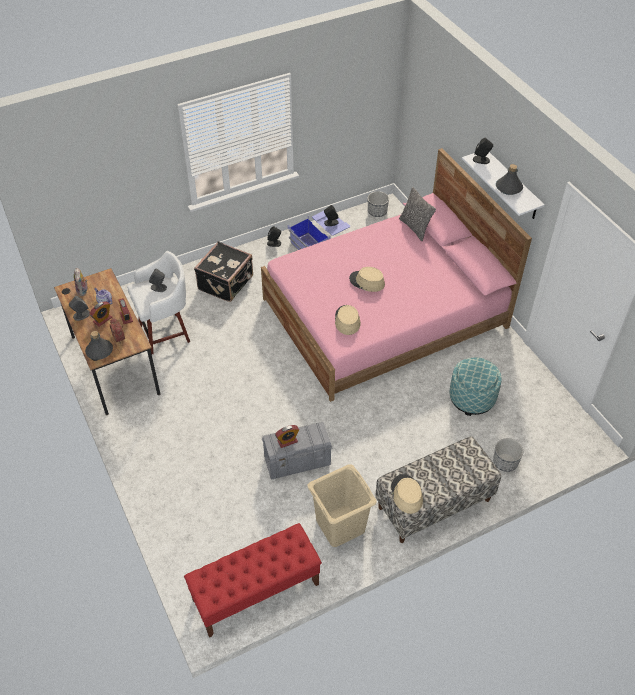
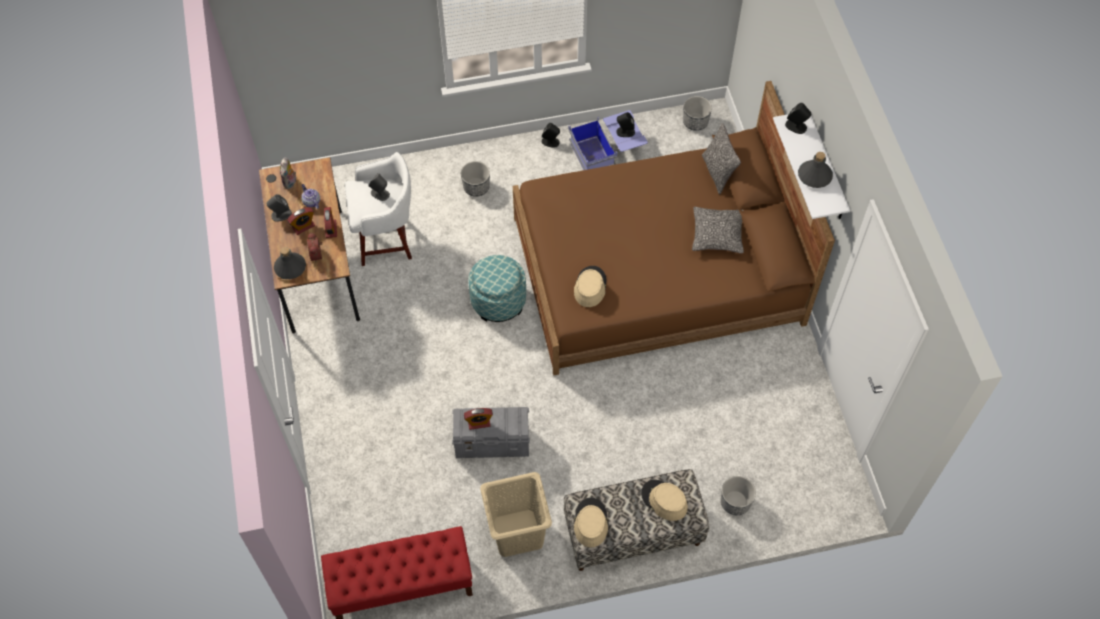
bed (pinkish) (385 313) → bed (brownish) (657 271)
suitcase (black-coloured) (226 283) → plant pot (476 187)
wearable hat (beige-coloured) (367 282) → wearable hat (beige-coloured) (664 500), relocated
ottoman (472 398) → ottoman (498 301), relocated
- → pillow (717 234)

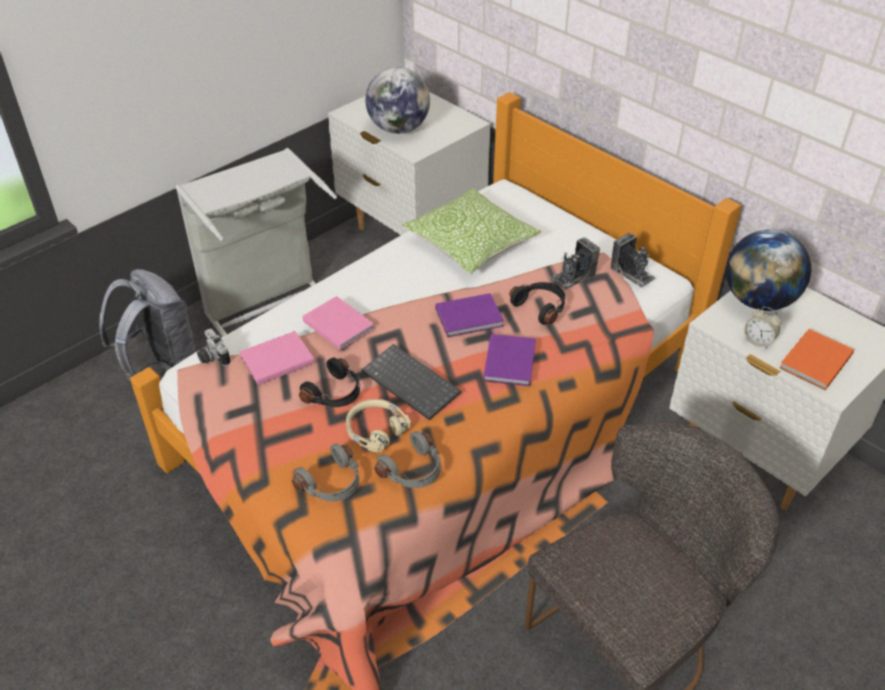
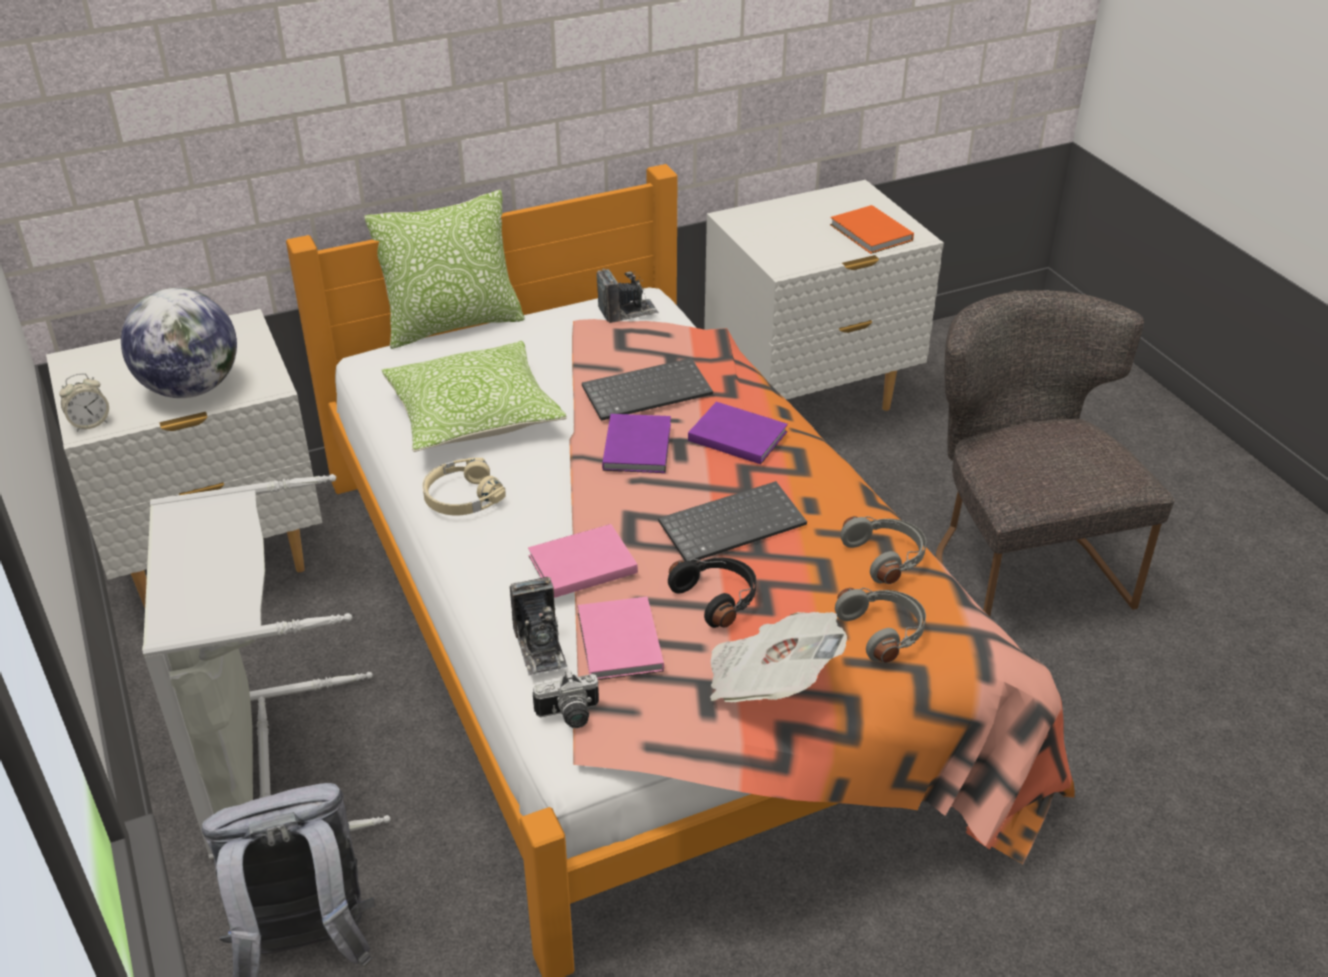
desk globe (759 301) → -
still camera (573 276) → still camera (540 646), relocated
headset (black-coloured) (541 307) → PC keyboard (648 390)
alarm clock (758 341) → alarm clock (90 423), relocated
headset (beige-coloured) (375 429) → headset (beige-coloured) (461 497), relocated
- → pillow (453 324)
- → printed paper (770 682)

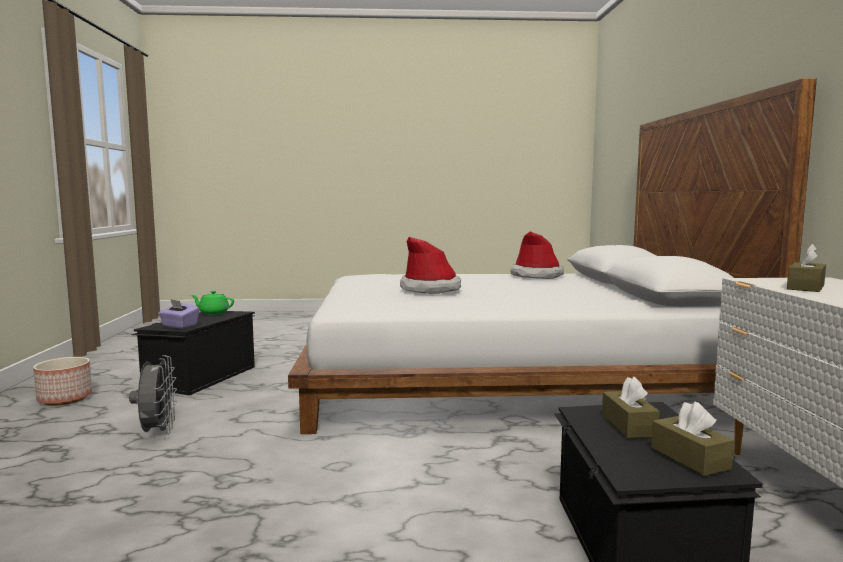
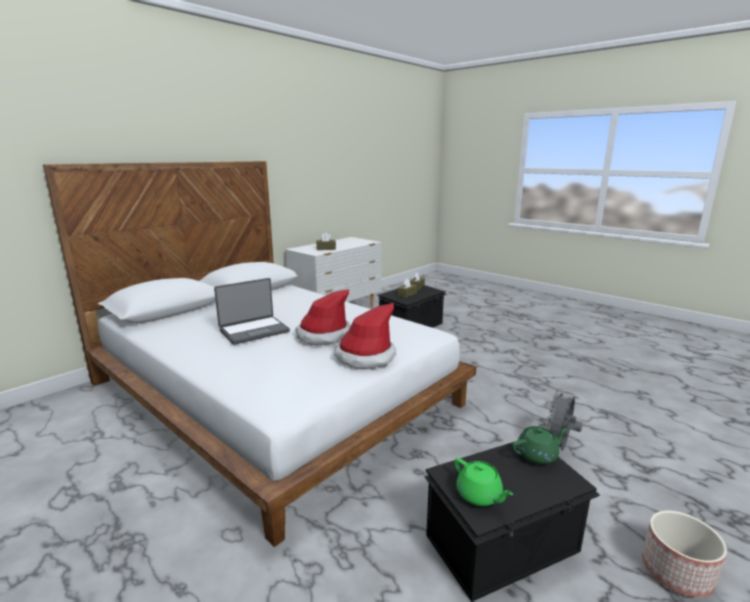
wearable hat (536 276) → wearable hat (365 356), relocated
box of tissues (purple-coloured) (179 326) → teapot (greenish) (537 455)
- → laptop (254 330)

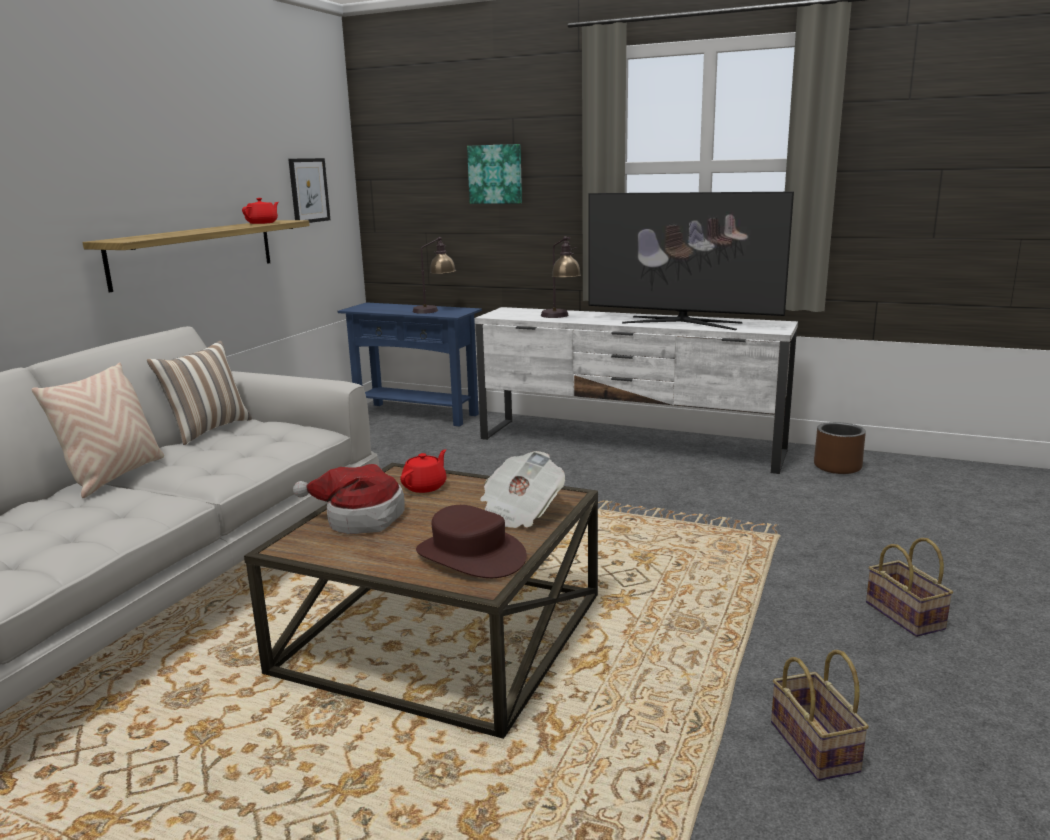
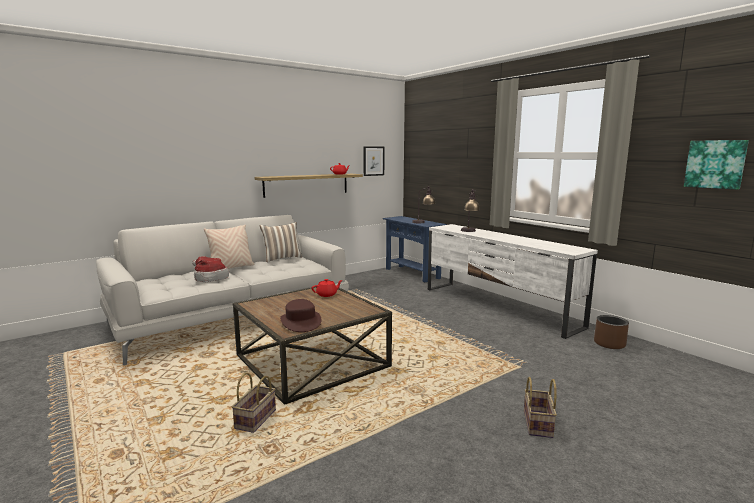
wall art (495 174) → wall art (715 164), relocated
television (681 323) → -
printed paper (518 513) → -
wearable hat (360 519) → wearable hat (209 278), relocated
storage basket (817 748) → storage basket (256 420), relocated

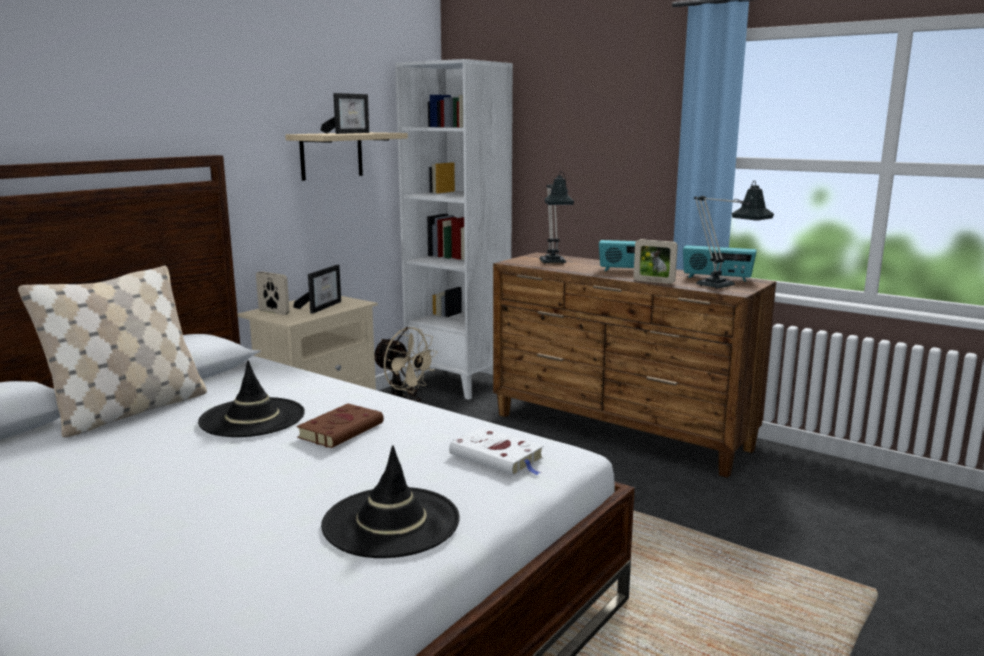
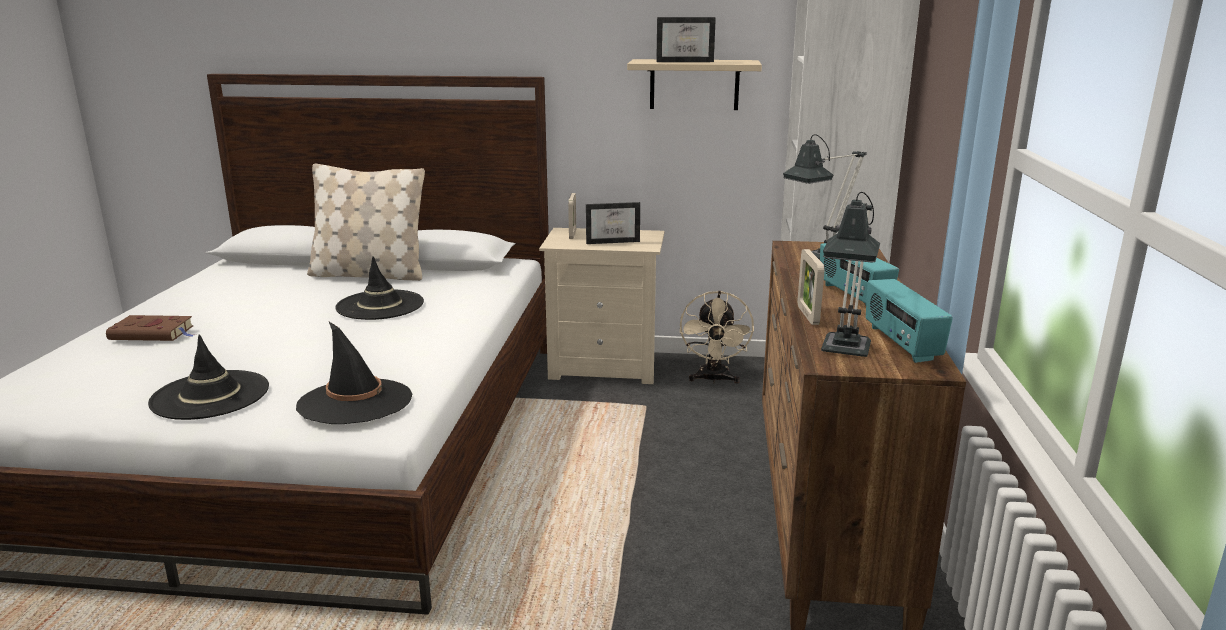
volume (brownish) (342 430) → volume (brownish) (154 333), relocated
volume (whitish) (499 457) → wearable hat (black-coloured) (355 402)

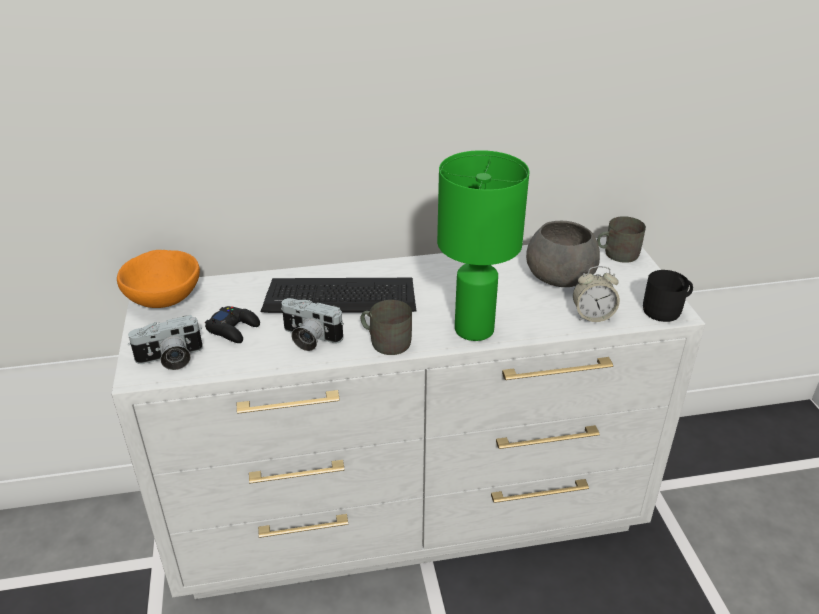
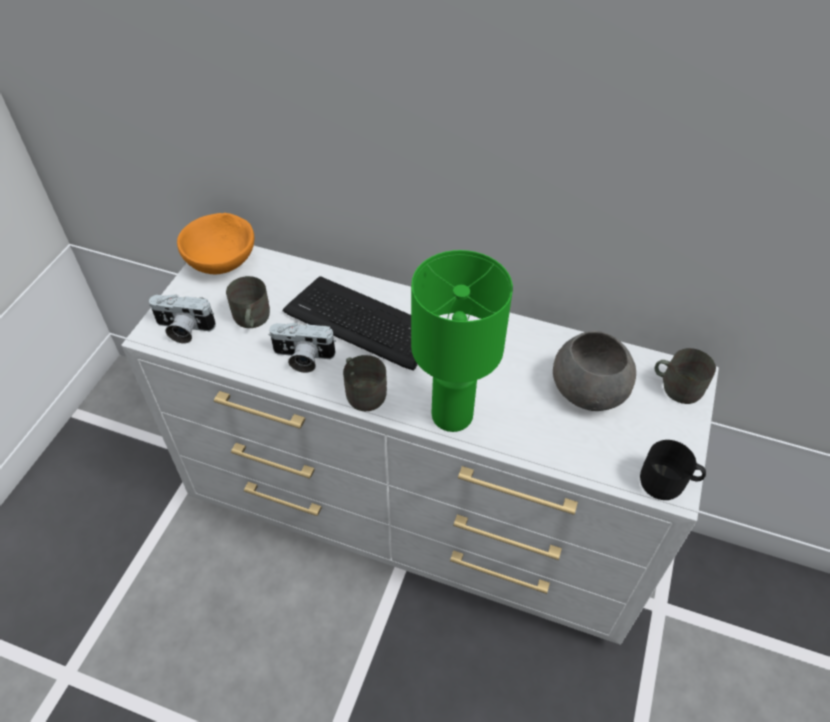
alarm clock (592 316) → -
still camera (309 338) → still camera (302 358), 45 degrees counterclockwise
game controller (black-coloured) (233 329) → mug (greyish) (251 319)

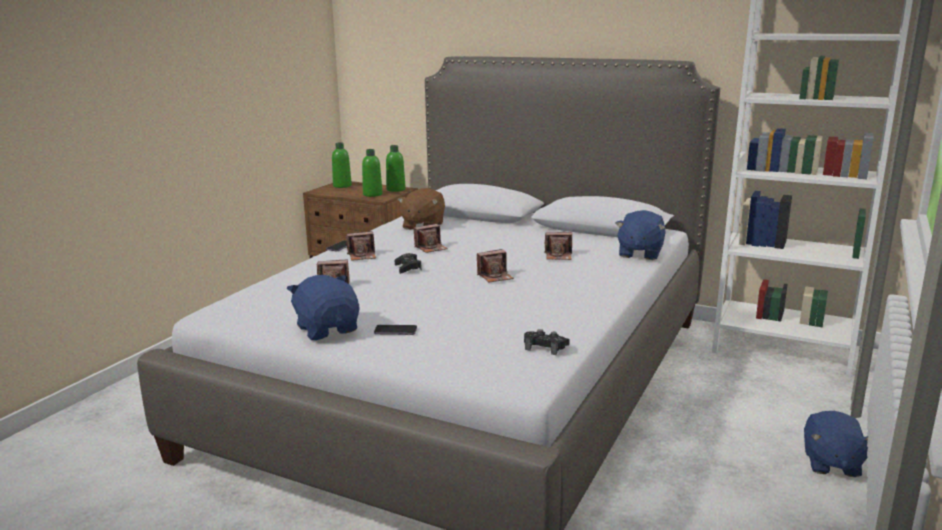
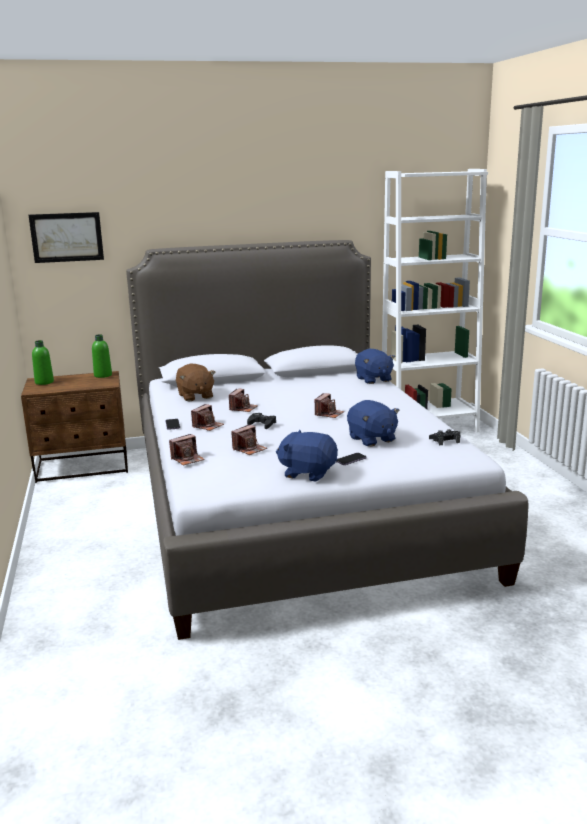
beverage bottle (greenish) (372 194) → -
still camera (558 256) → still camera (187 459), relocated
plush toy (blue) (831 463) → plush toy (blue) (371 439), relocated
- → wall art (67 237)

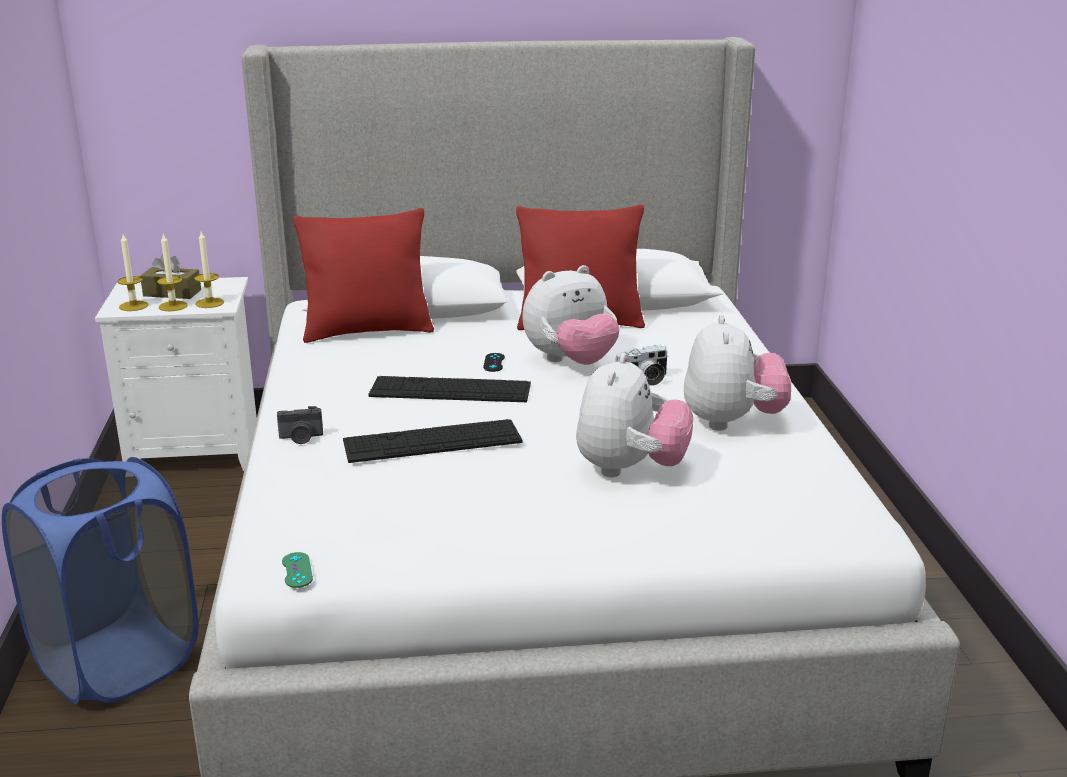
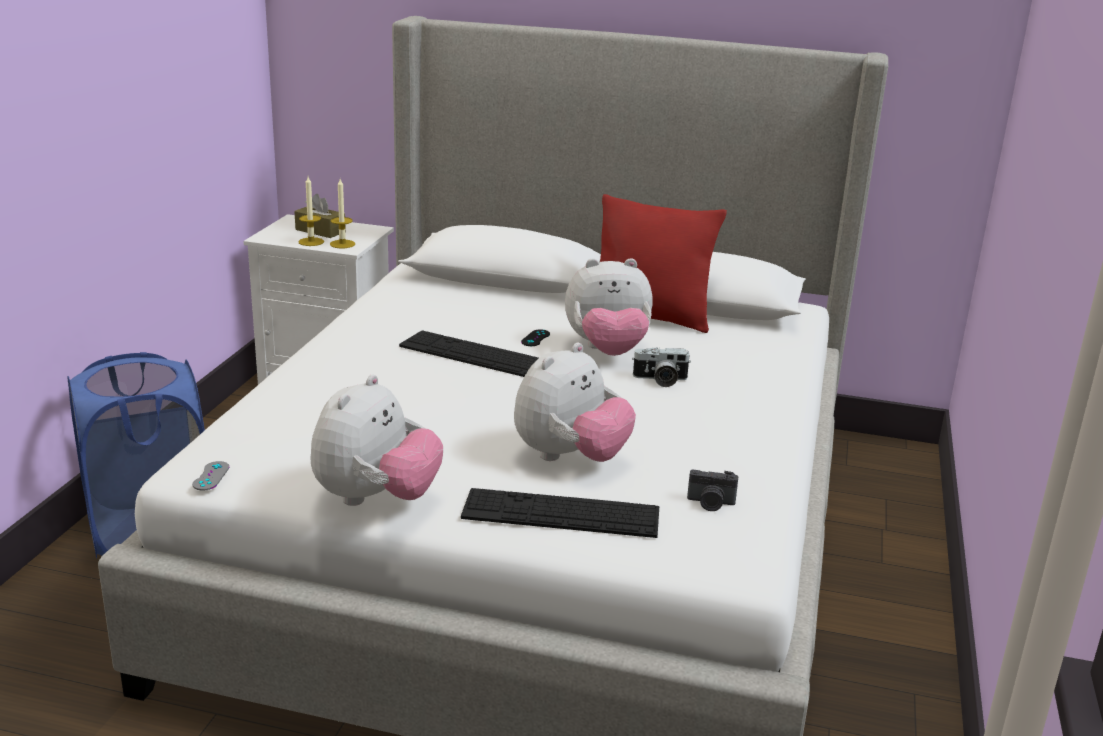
pillow (red-coloured) (368 331) → -
wax light (133 306) → -
plush toy (732 422) → plush toy (376 498), relocated
still camera (301 438) → still camera (710 503), relocated
PC keyboard (432 441) → PC keyboard (561 513), relocated
game controller (greenish) (297 570) → game controller (greyish) (211 476)

